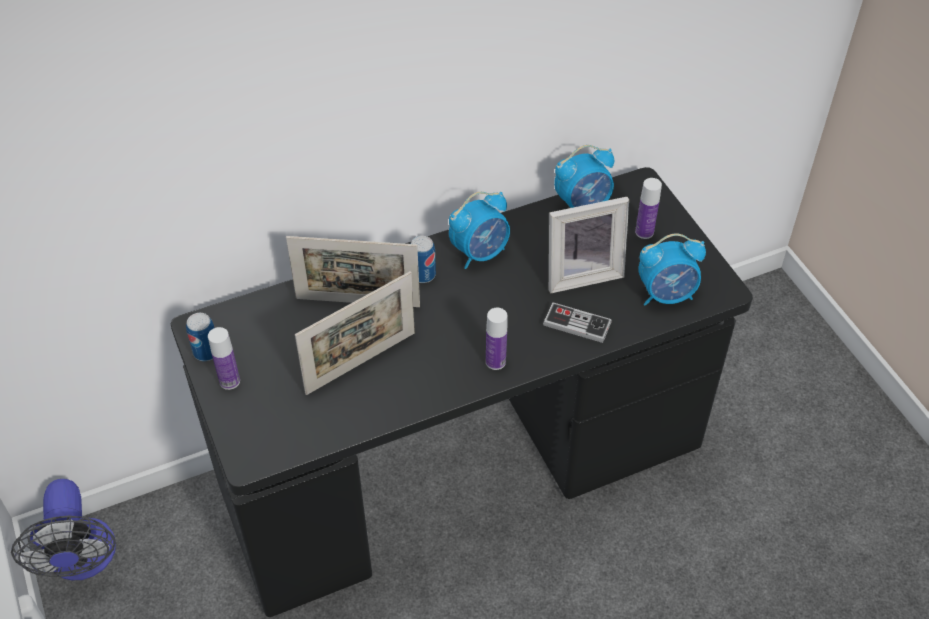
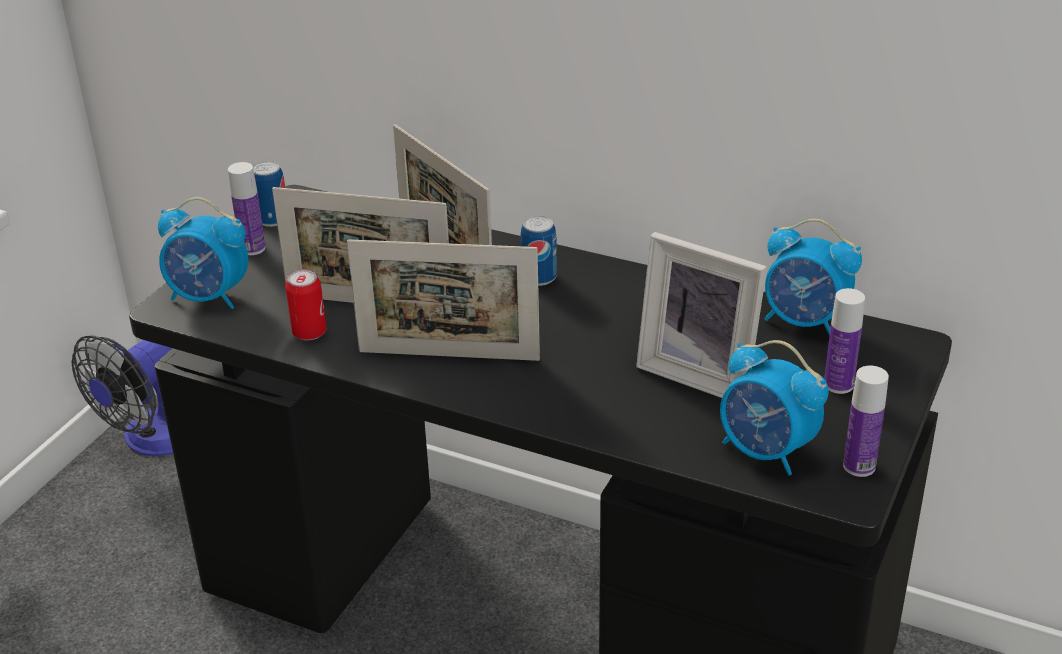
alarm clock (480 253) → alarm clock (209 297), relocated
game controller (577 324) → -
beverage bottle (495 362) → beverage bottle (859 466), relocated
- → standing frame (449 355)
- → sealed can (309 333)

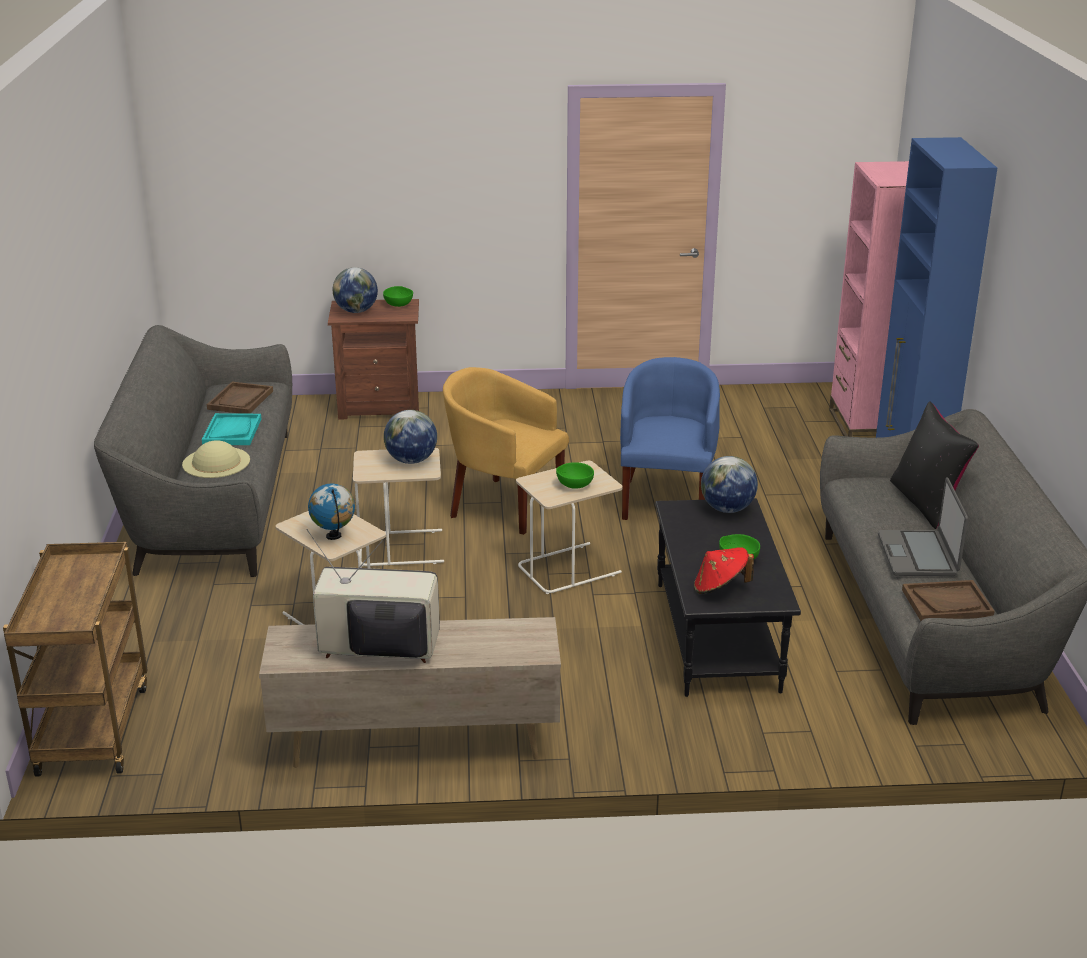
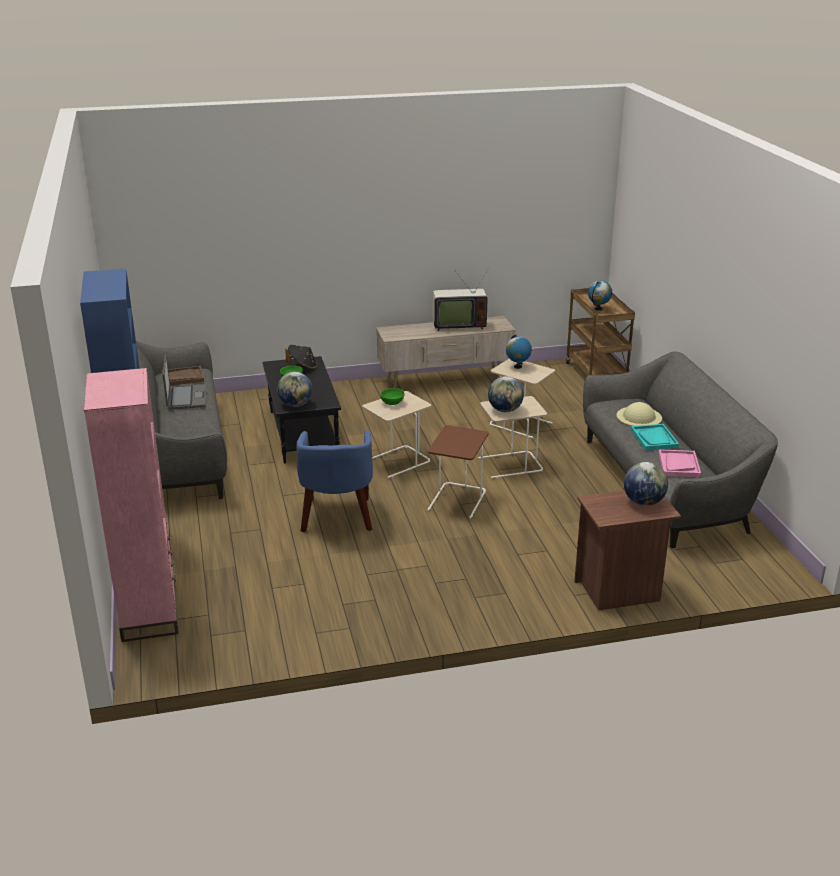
bowl (greenish) (399 305) → -
armchair (yellow-coloured) (503 506) → accent table (brownish) (457 501)
tray (brownish) (240 400) → tray (pinkish) (678 464)
pillow (black-coloured) (926 503) → -
wearable hat (red-coloured) (720 588) → wearable hat (black-coloured) (302 367)
- → desk globe (598 309)

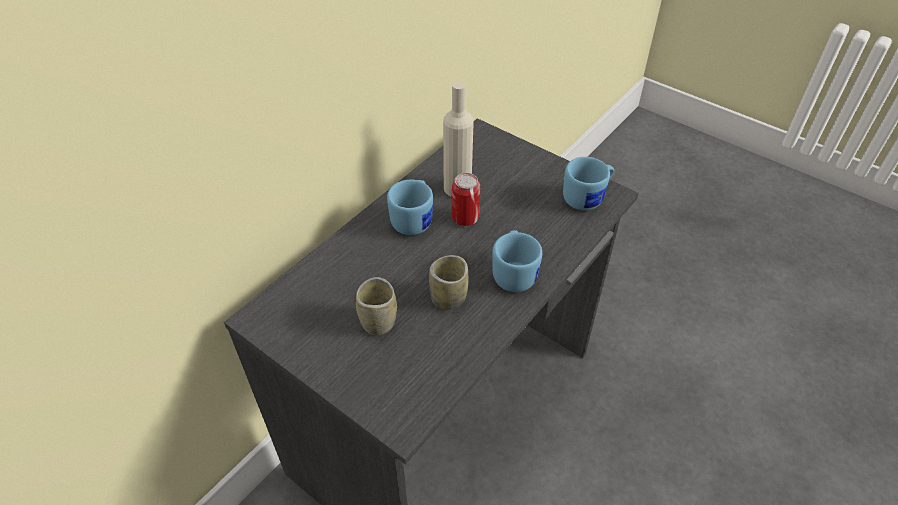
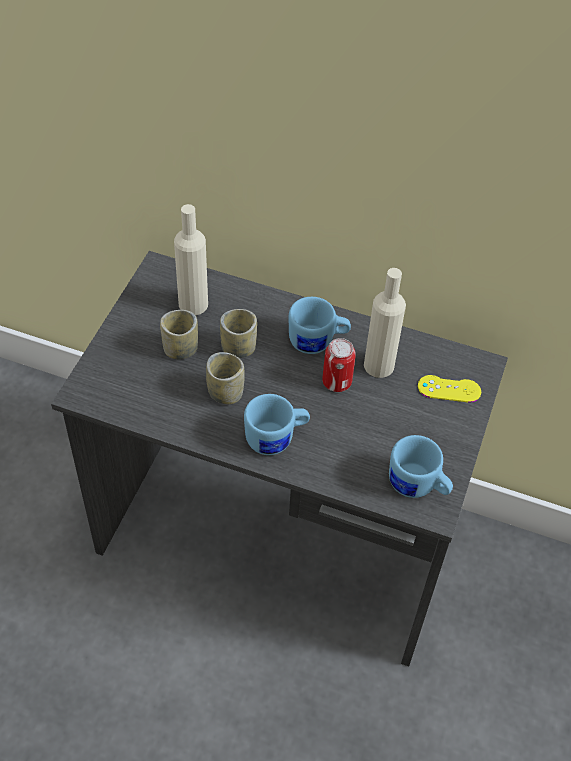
- → beverage bottle (beige-coloured) (193 304)
- → drinking cup (238 348)
- → game controller (yellow-coloured) (449 389)

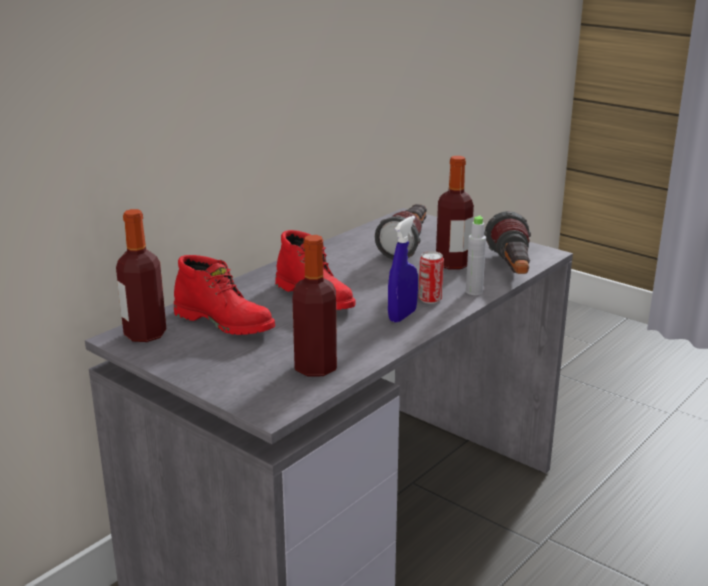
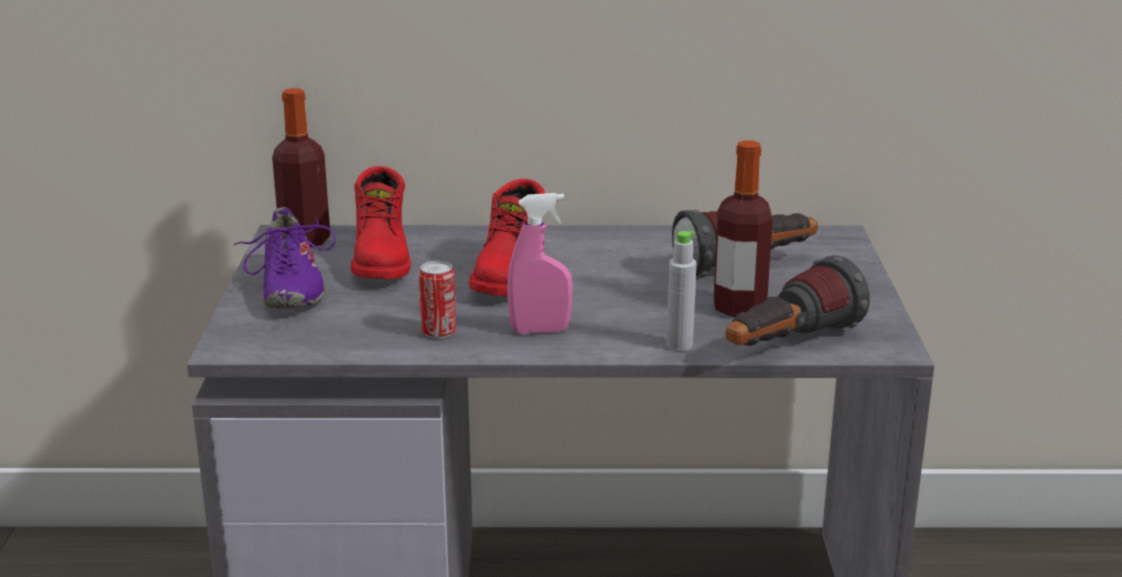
spray bottle (blue) (402 316) → spray bottle (pinkish) (540 331)
beverage bottle (315 368) → -
sealed can (430 299) → sealed can (438 332), relocated
- → item of footwear (purple-coloured) (289 288)

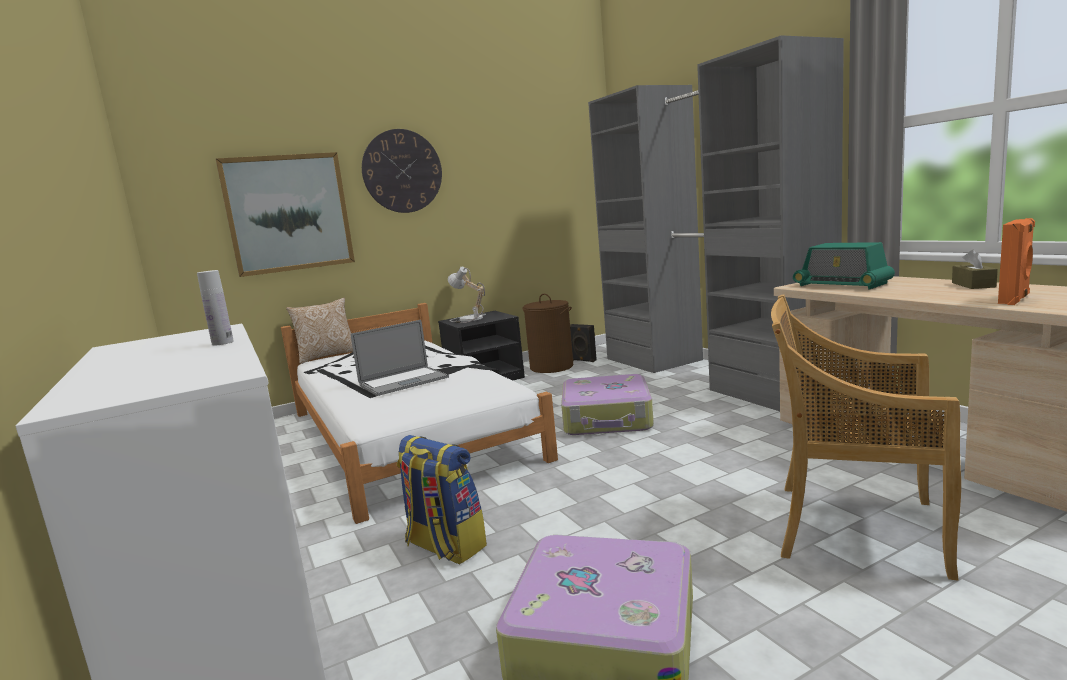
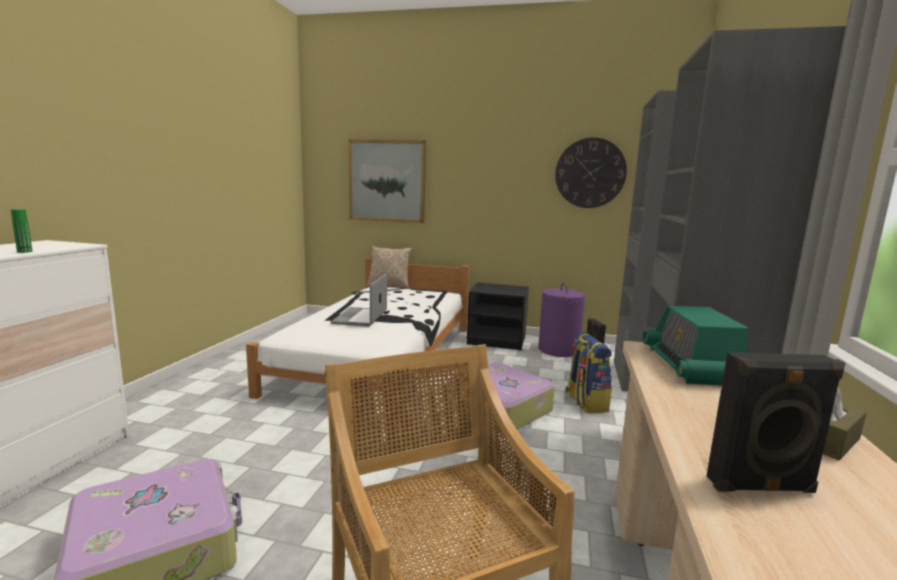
wall clock (402 171) → wall clock (590 173), relocated
audio speaker (orangey) (1015 299) → audio speaker (black-coloured) (762 487)
lamp for a table (468 319) → -
beverage bottle (whitish) (222 343) → beverage bottle (greenish) (24 251)
laundry basket (brownish) (552 367) → laundry basket (purple-coloured) (558 350)
laptop (403 381) → laptop (360 317), 90 degrees clockwise
rucksack (444 546) → rucksack (585 402), relocated

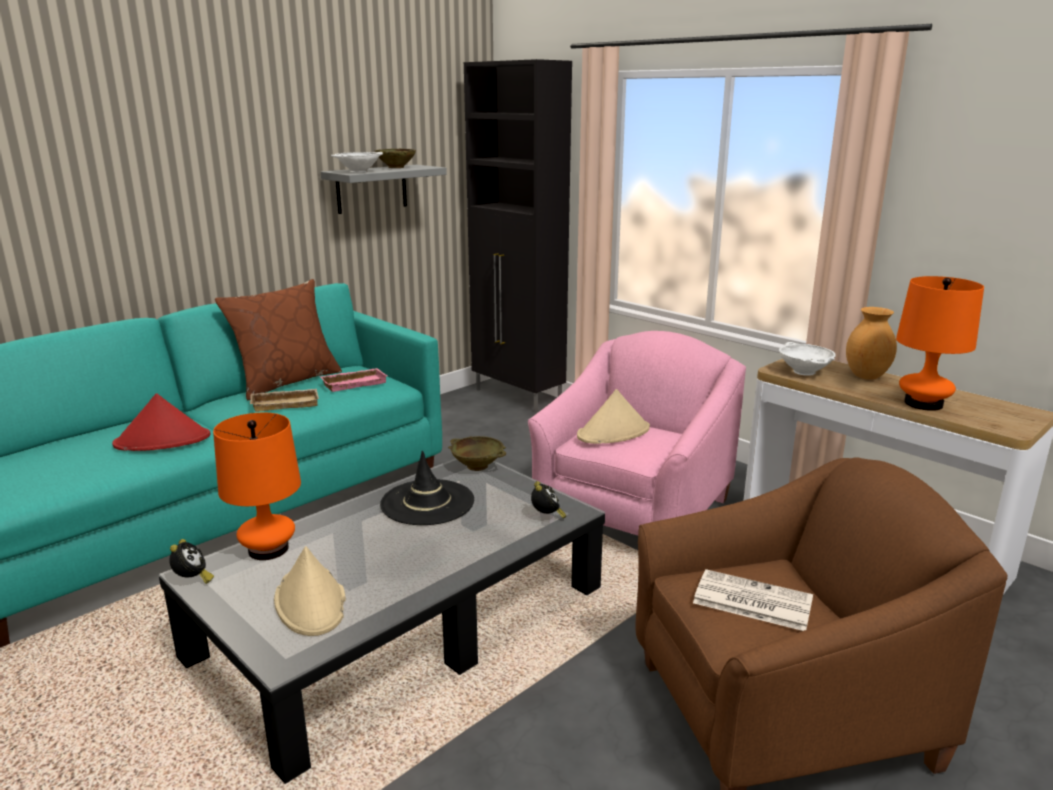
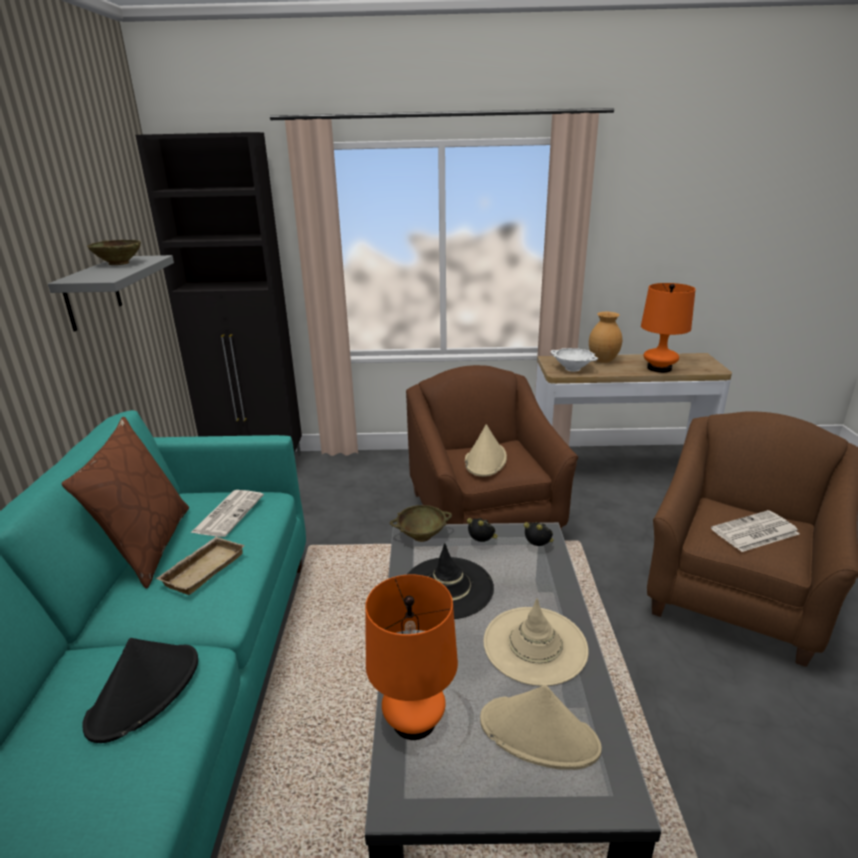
bowl (whitish) (359 172) → -
armchair (pinkish) (634 513) → armchair (brownish) (484 516)
tray (pinkish) (354 383) → printed paper (228 513)
wearable hat (red-coloured) (163 440) → wearable hat (black-coloured) (145 691)
alarm clock (192 580) → alarm clock (482 543), relocated
- → wearable hat (beige-coloured) (535 645)

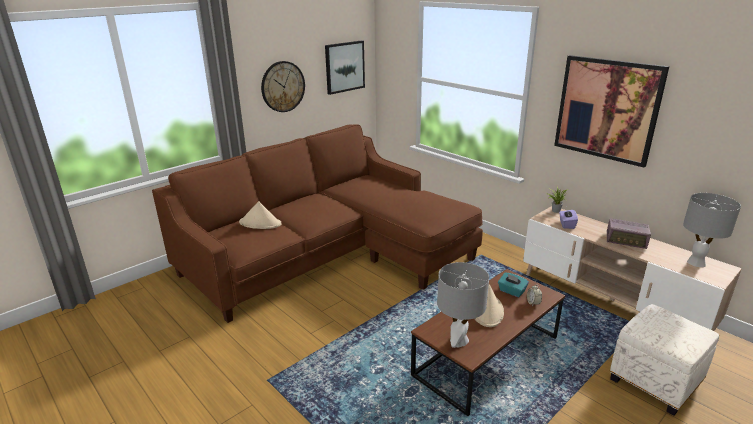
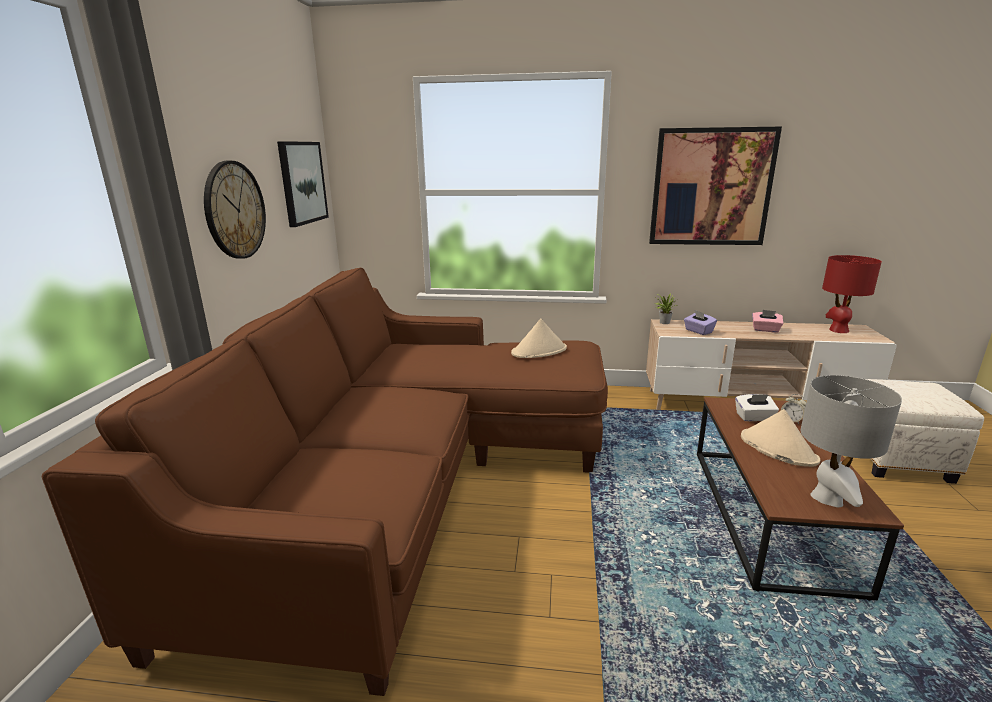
lamp for a table (greyish) (696 262) → lamp for a table (red-coloured) (838 330)
wearable hat (beige-coloured) (260 223) → wearable hat (beige-coloured) (539 351), relocated
radio set (626 241) → box of tissues (pinkish) (765 330)
box of tissues (turquoise-coloured) (511 291) → box of tissues (whitish) (754 417)

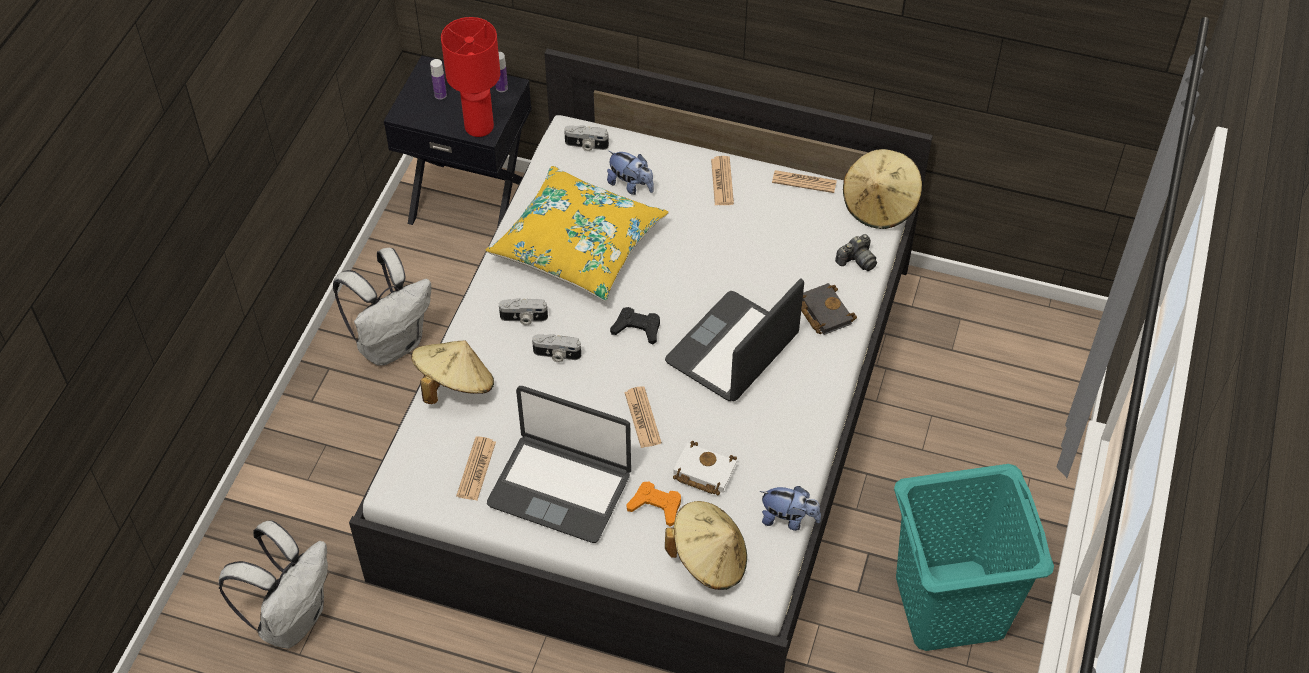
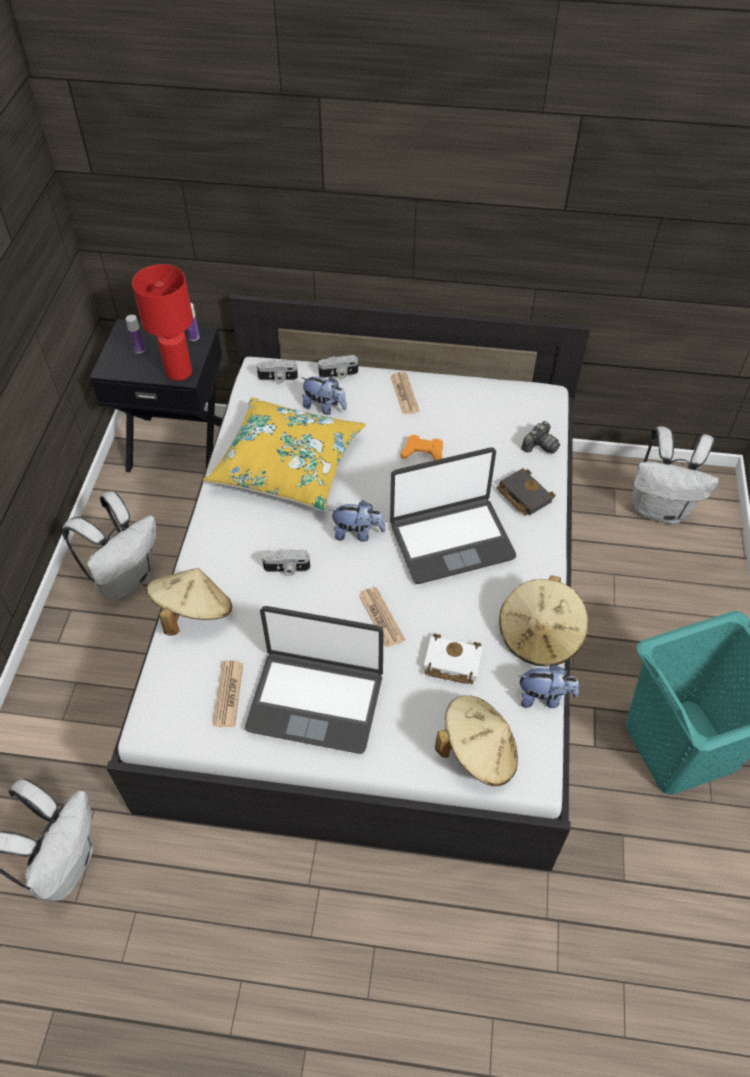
wearable hat (beige-coloured) (880 205) → wearable hat (beige-coloured) (540 636), relocated
printed paper (804 182) → -
laptop (733 349) → laptop (451 540), 135 degrees counterclockwise
still camera (523 318) → still camera (338 374), relocated
game controller (black-coloured) (637 328) → plush toy (357 533)
game controller (orangey) (656 506) → game controller (orangey) (423 452), relocated
- → rucksack (whitish) (660 509)

